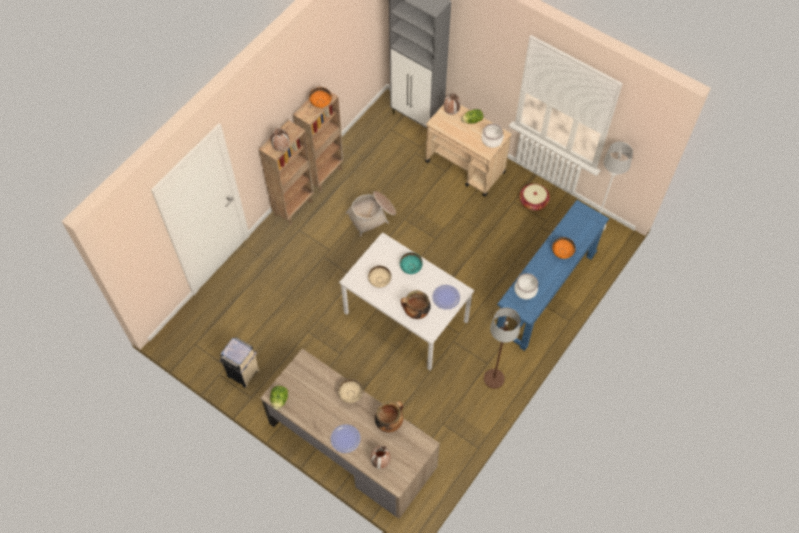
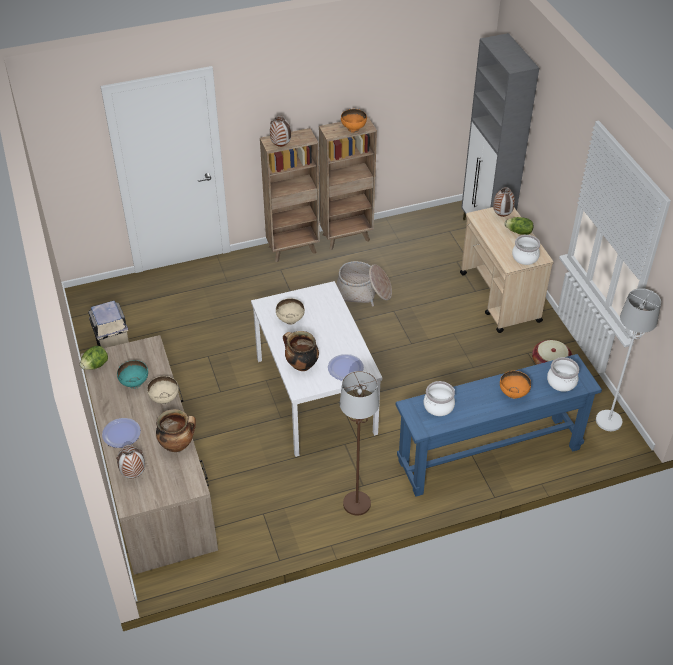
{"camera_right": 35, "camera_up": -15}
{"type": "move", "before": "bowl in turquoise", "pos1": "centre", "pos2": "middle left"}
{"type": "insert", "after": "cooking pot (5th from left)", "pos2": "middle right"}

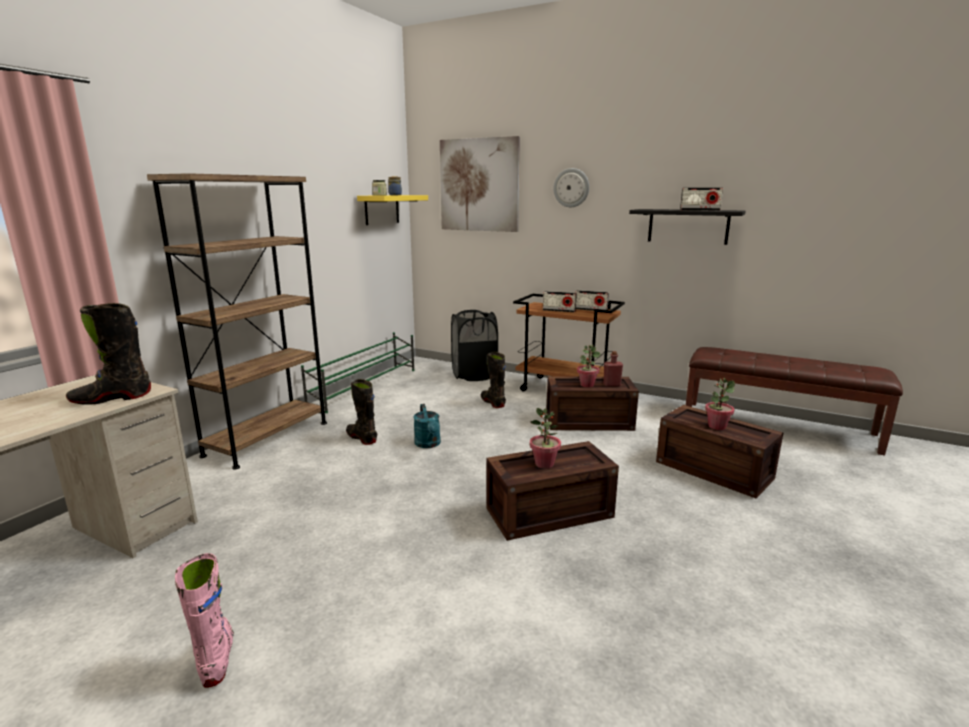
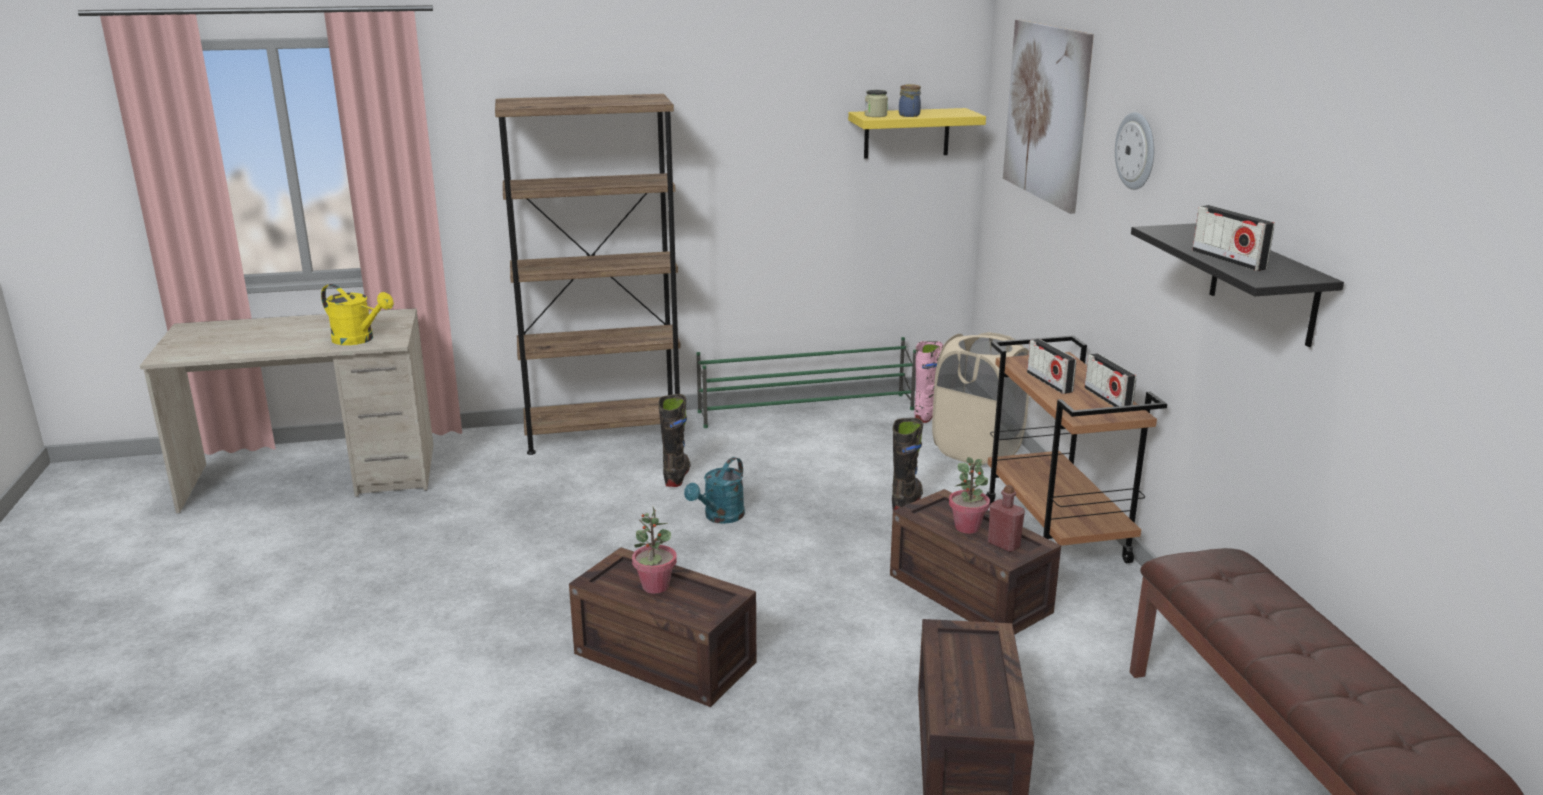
{"camera_right": 50, "camera_up": 5}
{"type": "replace", "before": "boot in black (1st from left)", "after": "watering can in yellow", "pos1": "middle left", "pos2": "middle left"}
{"type": "move", "before": "boot in pink", "pos1": "bottom left", "pos2": "centre"}
{"type": "recolor", "before": "laundry basket in black", "after": "laundry basket in beige", "pos1": "centre", "pos2": "centre"}
{"type": "delete", "before": "potted plant (3rd from left)", "pos1": "middle right"}

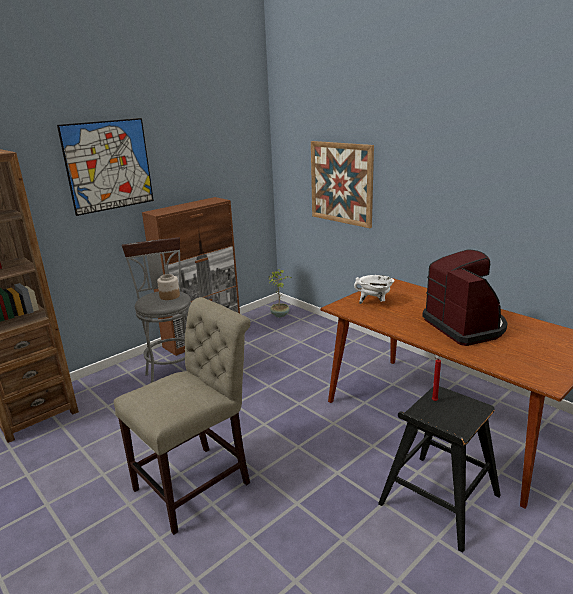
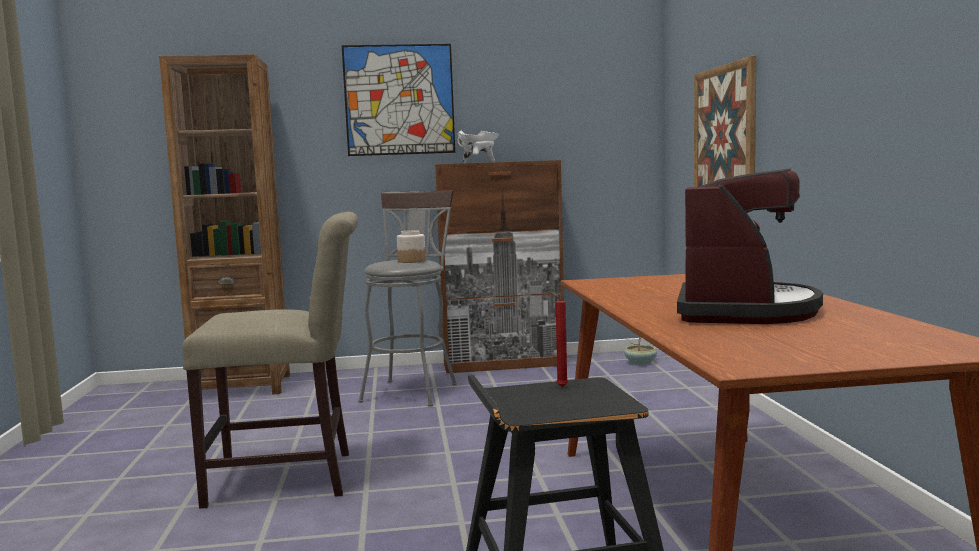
{"camera_right": 35, "camera_up": -15}
{"type": "move", "before": "cooking pot in white", "pos1": "centre", "pos2": "top centre"}

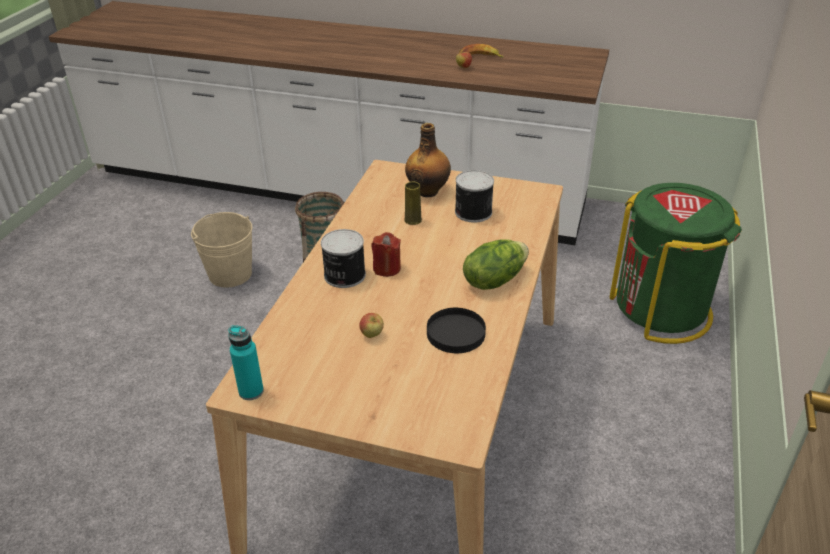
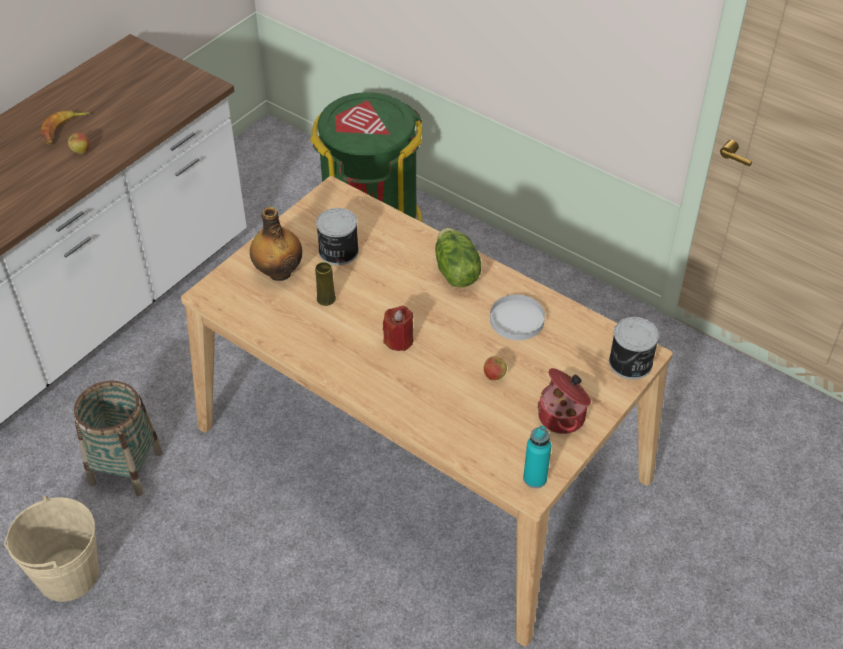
{"camera_right": -70, "camera_up": 10}
{"type": "recolor", "before": "plate in black", "after": "plate in white", "pos1": "centre", "pos2": "centre"}
{"type": "insert", "after": "cooking pot", "pos2": "middle right"}
{"type": "move", "before": "can (1st from left in the first image)", "after": "can (2nd from left)", "pos1": "centre", "pos2": "middle right"}

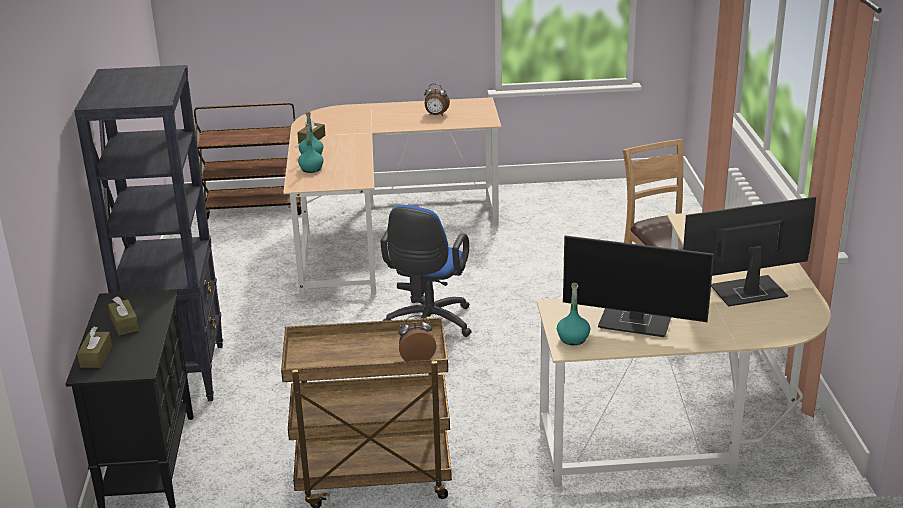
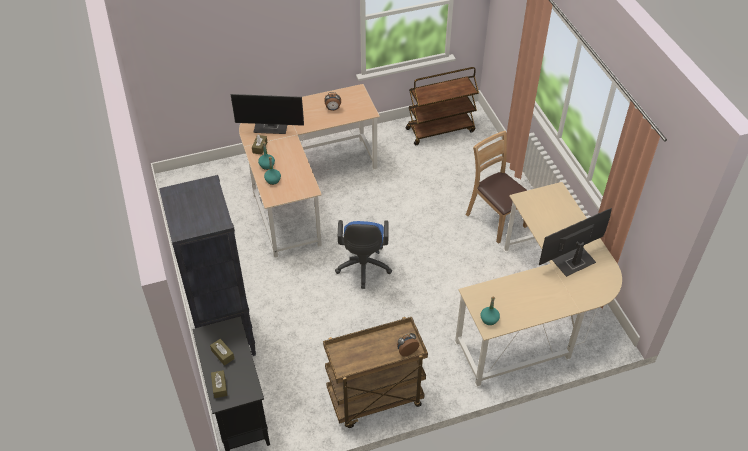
{"camera_right": -15, "camera_up": 20}
{"type": "move", "before": "monitor (1st from left)", "pos1": "middle right", "pos2": "top centre"}
{"type": "move", "before": "cart in brown (1st from left in the first image)", "after": "cart in brown (2nd from left)", "pos1": "top left", "pos2": "top centre"}

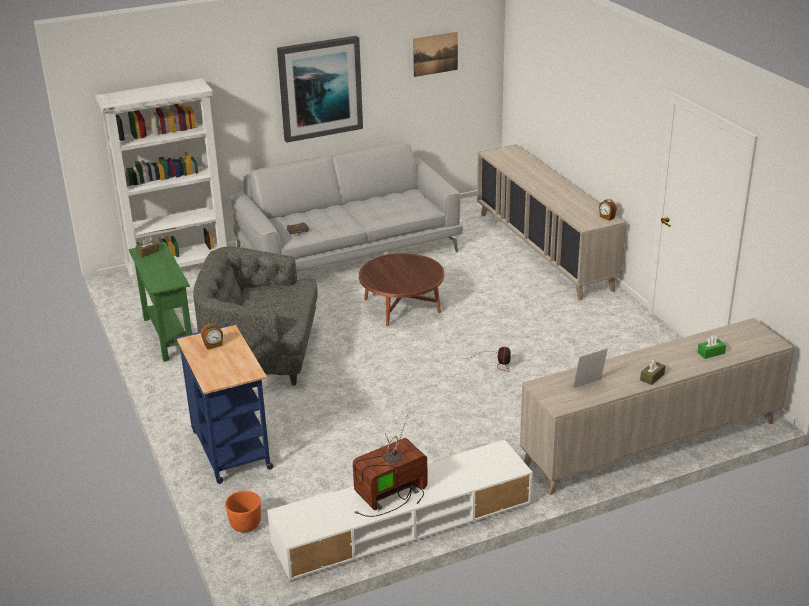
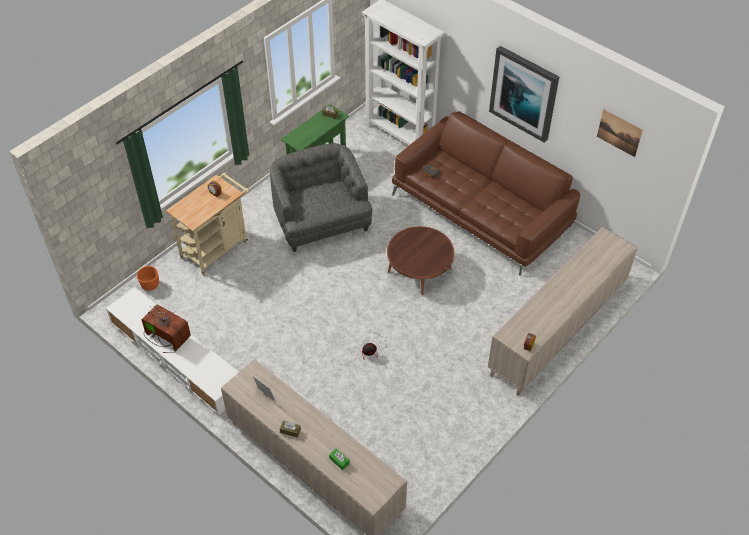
{"camera_right": 65, "camera_up": 20}
{"type": "recolor", "before": "cart in blue", "after": "cart in beige", "pos1": "bottom left", "pos2": "middle left"}
{"type": "recolor", "before": "sofa in grey", "after": "sofa in brown", "pos1": "centre", "pos2": "centre"}

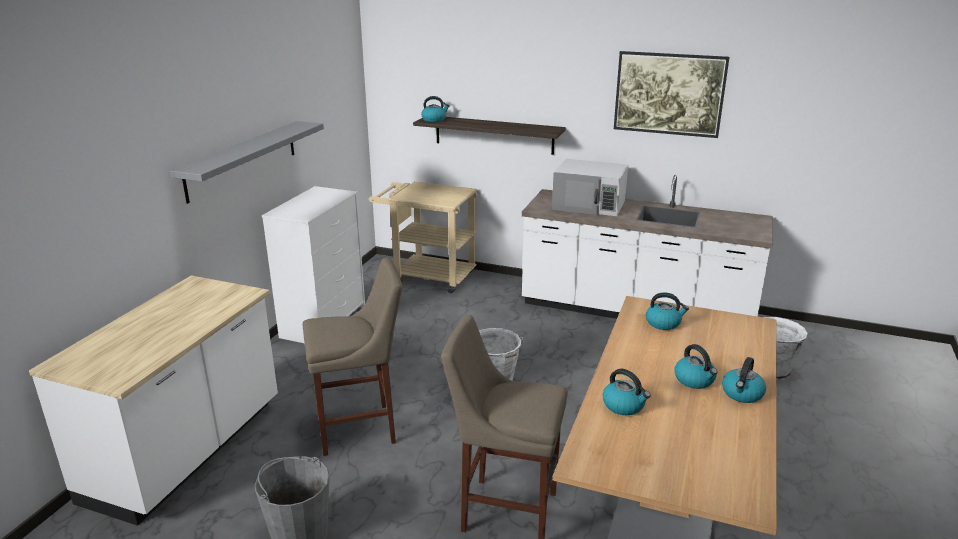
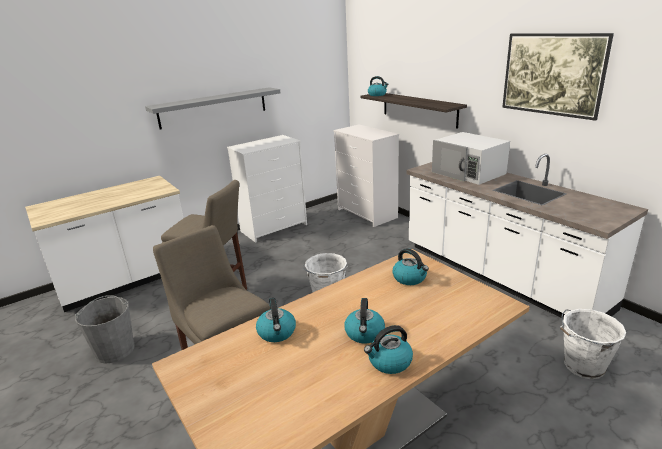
{"camera_right": 35, "camera_up": 0}
{"type": "replace", "before": "cart in beige", "after": "dresser in white (2nd from left)", "pos1": "centre", "pos2": "centre"}

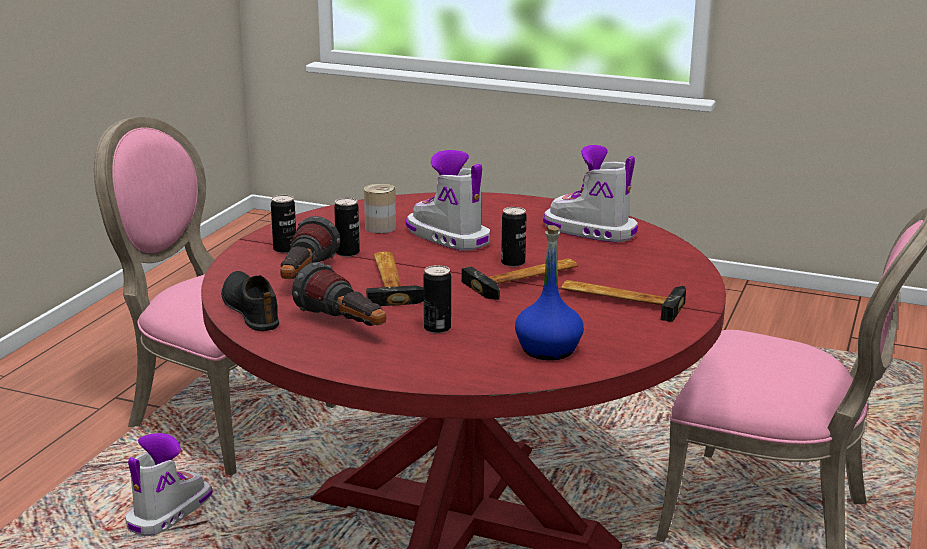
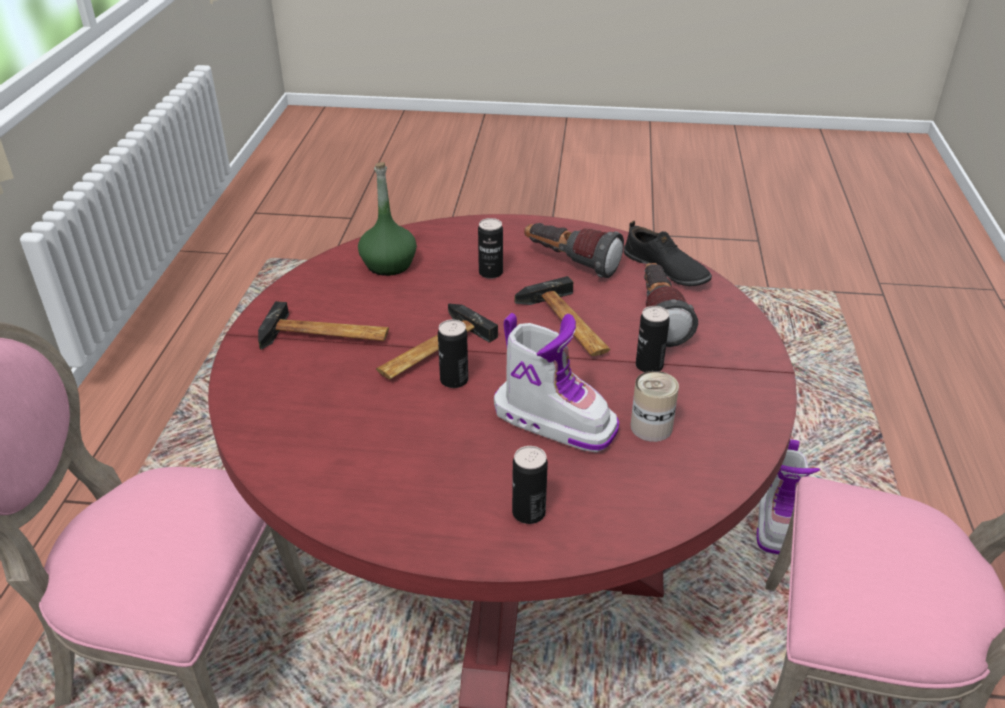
{"camera_right": 165, "camera_up": 15}
{"type": "recolor", "before": "bottle in blue", "after": "bottle in green", "pos1": "centre", "pos2": "top centre"}
{"type": "move", "before": "can (1st from left in the first image)", "after": "can (3rd from left)", "pos1": "middle left", "pos2": "bottom centre"}
{"type": "delete", "before": "boot (3rd from left)", "pos1": "centre"}

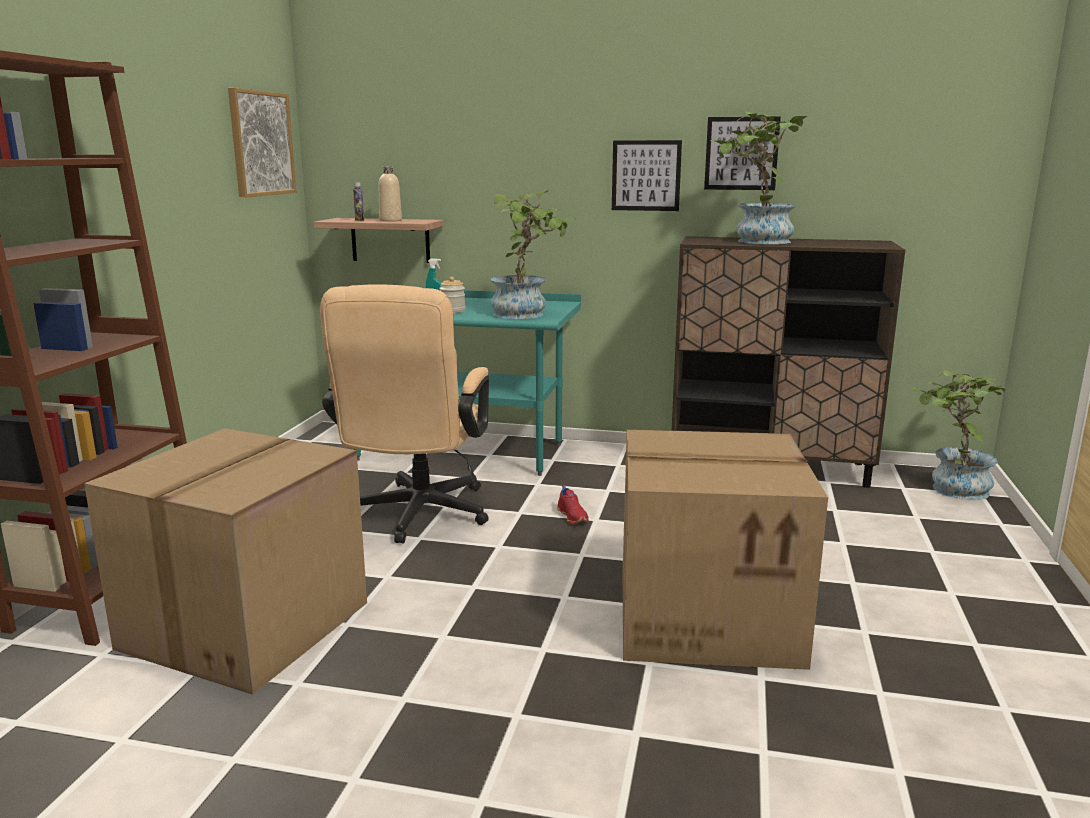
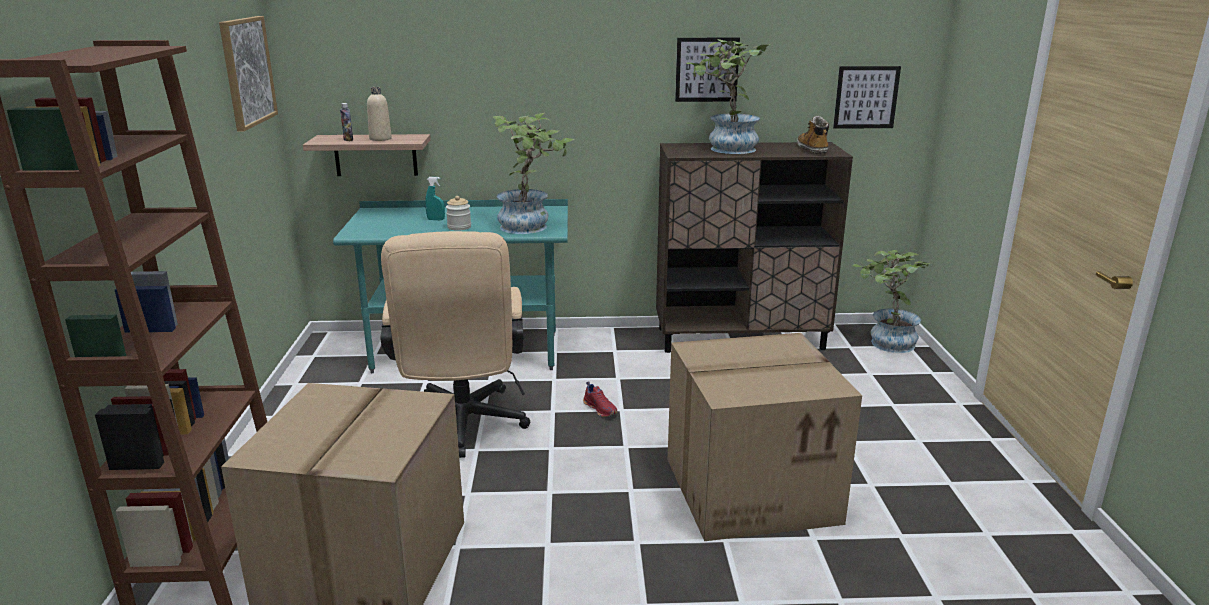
{"camera_right": -15, "camera_up": 5}
{"type": "insert", "after": "boot", "pos2": "top right"}
{"type": "move", "before": "picture (2nd from left in the first image)", "after": "picture (3rd from left)", "pos1": "top centre", "pos2": "top right"}

